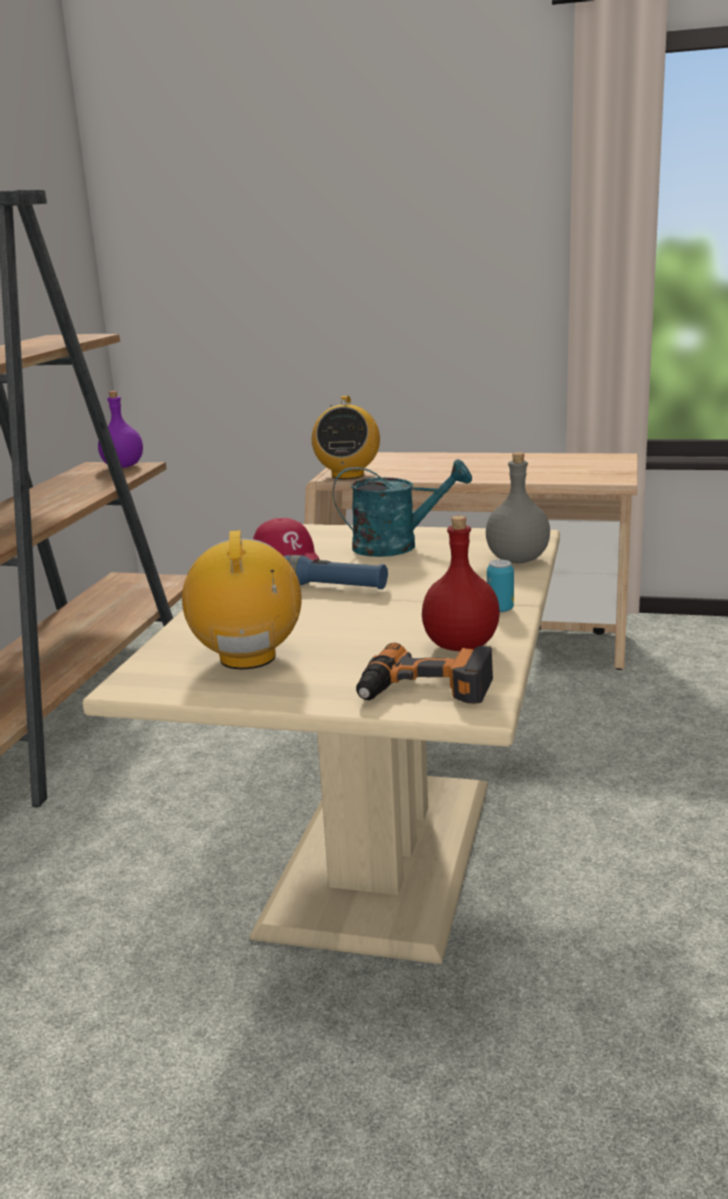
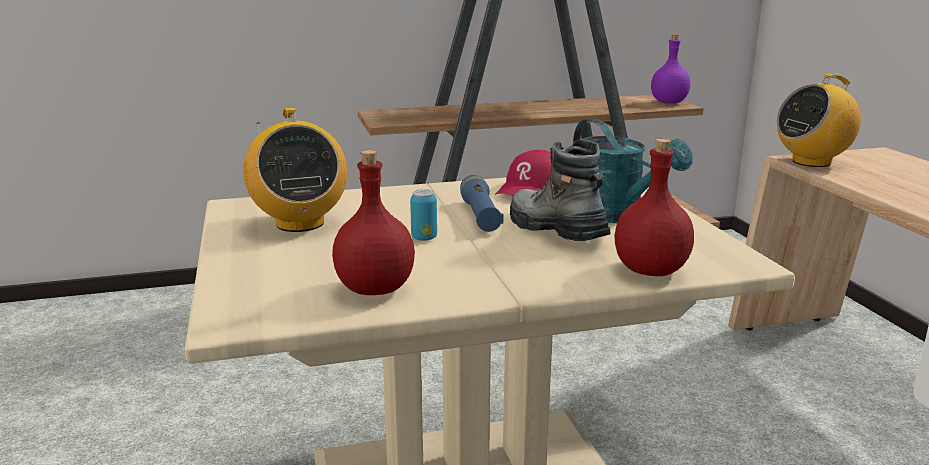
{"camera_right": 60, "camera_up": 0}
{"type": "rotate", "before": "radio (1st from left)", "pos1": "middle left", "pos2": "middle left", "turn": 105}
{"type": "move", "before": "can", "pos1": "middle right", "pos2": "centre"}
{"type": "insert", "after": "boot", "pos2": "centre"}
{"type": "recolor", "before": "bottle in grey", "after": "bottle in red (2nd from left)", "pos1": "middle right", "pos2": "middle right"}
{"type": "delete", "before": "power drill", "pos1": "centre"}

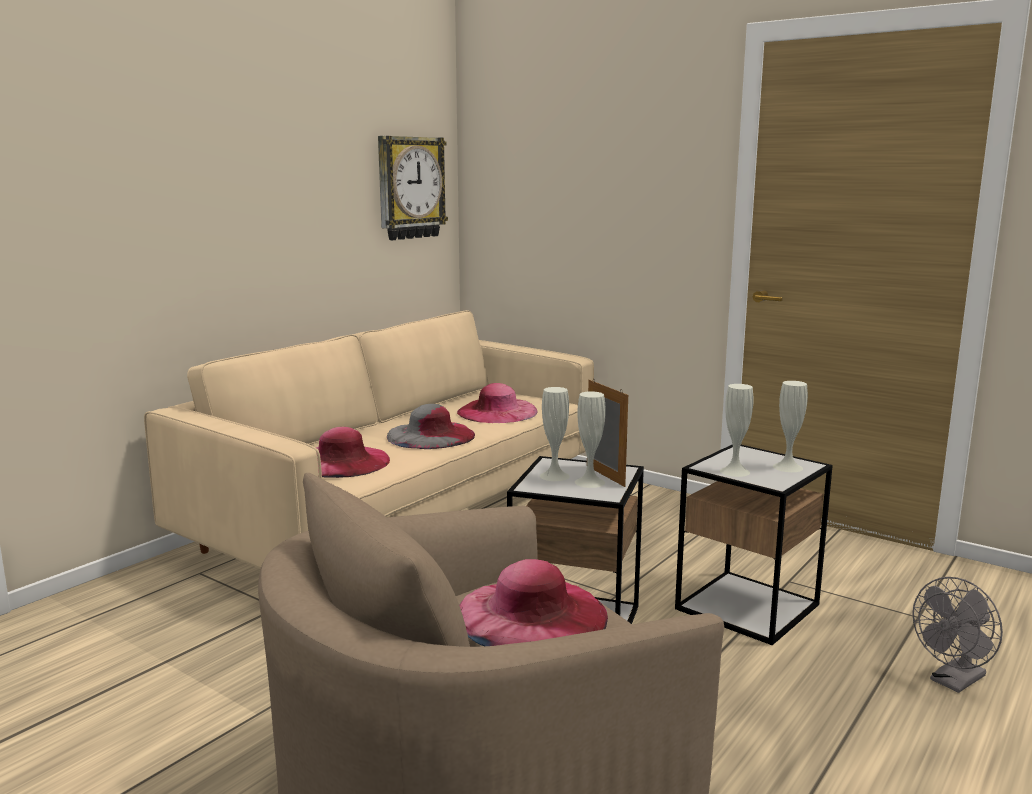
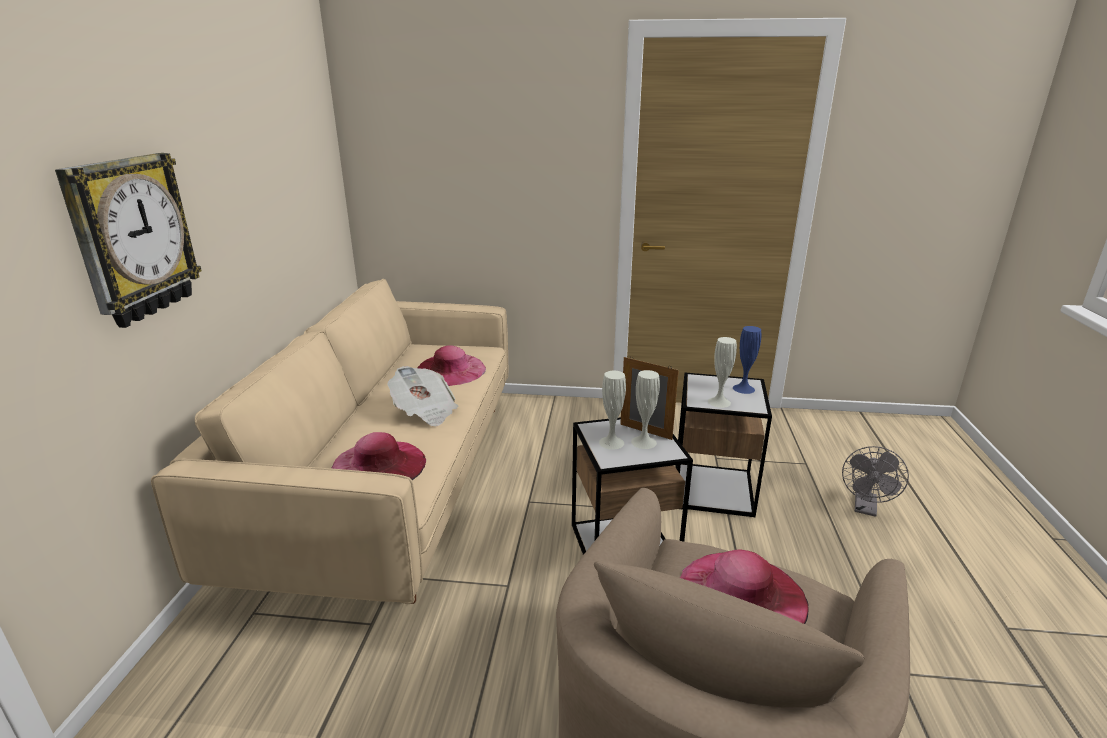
{"camera_right": -30, "camera_up": 10}
{"type": "move", "before": "wall clock", "pos1": "top centre", "pos2": "top left"}
{"type": "replace", "before": "hat in grey", "after": "newspaper", "pos1": "centre", "pos2": "centre"}
{"type": "recolor", "before": "vase in white (4th from left)", "after": "vase in blue", "pos1": "middle right", "pos2": "middle right"}

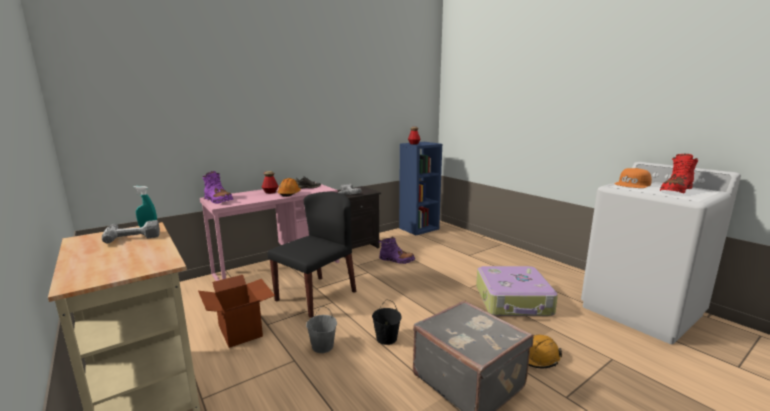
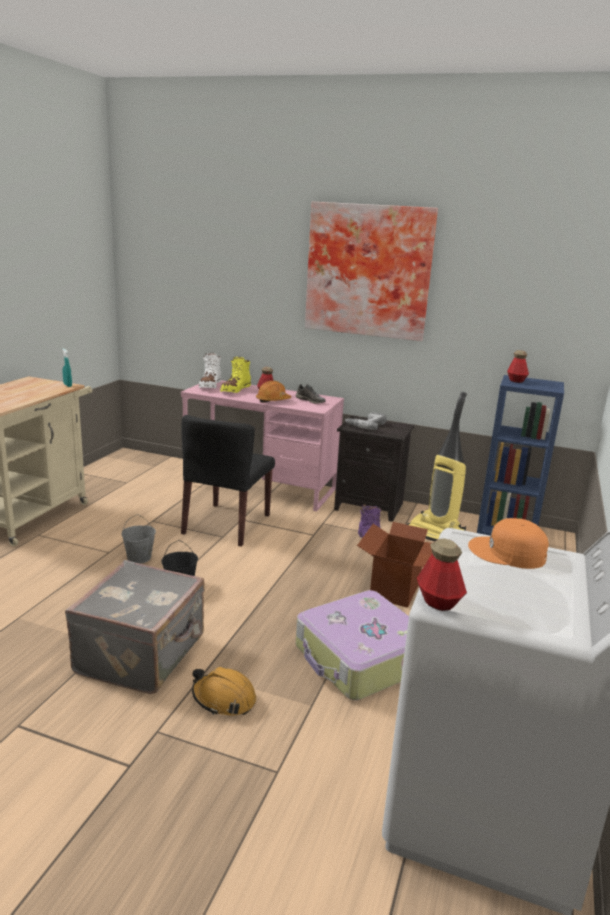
{"camera_right": 55, "camera_up": 5}
{"type": "rotate", "before": "chair in black", "pos1": "centre", "pos2": "centre", "turn": 105}
{"type": "recolor", "before": "boot in purple (1st from left)", "after": "boot in white", "pos1": "middle left", "pos2": "centre"}
{"type": "insert", "after": "boot in yellow", "pos2": "centre"}
{"type": "insert", "after": "picture", "pos2": "top centre"}
{"type": "move", "before": "cardboard box", "pos1": "bottom left", "pos2": "centre"}
{"type": "insert", "after": "vacuum cleaner", "pos2": "middle right"}
{"type": "insert", "after": "bottle (2nd from left)", "pos2": "middle right"}
{"type": "delete", "before": "power drill (1st from left)", "pos1": "middle left"}
{"type": "delete", "before": "boot in red", "pos1": "middle right"}

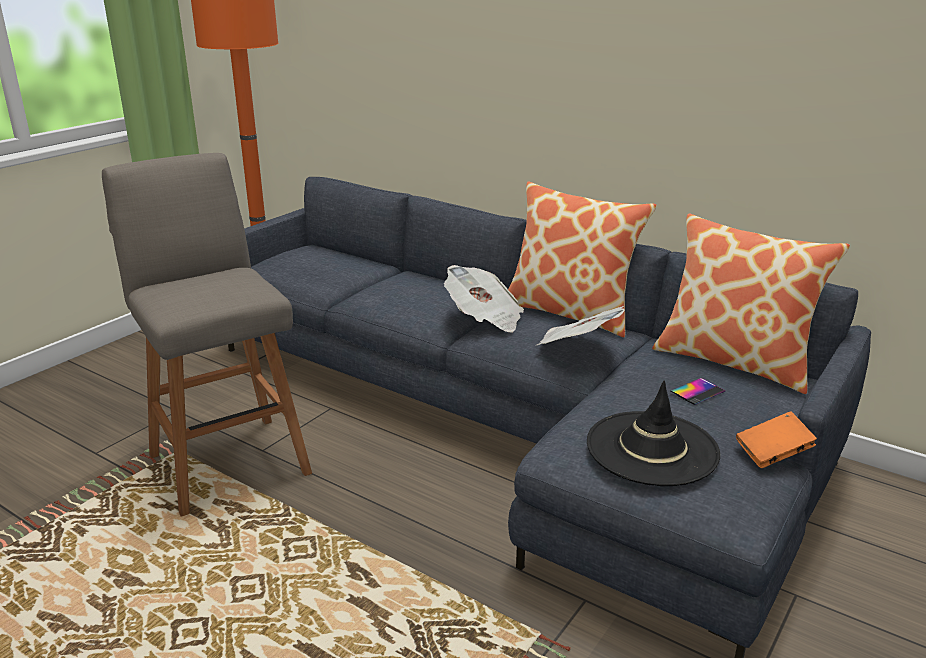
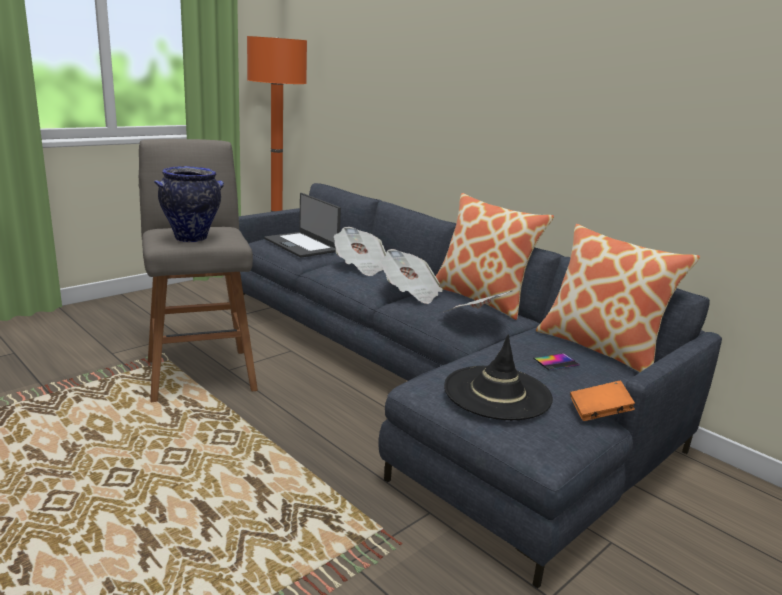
{"camera_right": 10, "camera_up": -5}
{"type": "insert", "after": "vase", "pos2": "middle left"}
{"type": "insert", "after": "laptop", "pos2": "centre"}
{"type": "insert", "after": "newspaper (1st from left)", "pos2": "centre"}

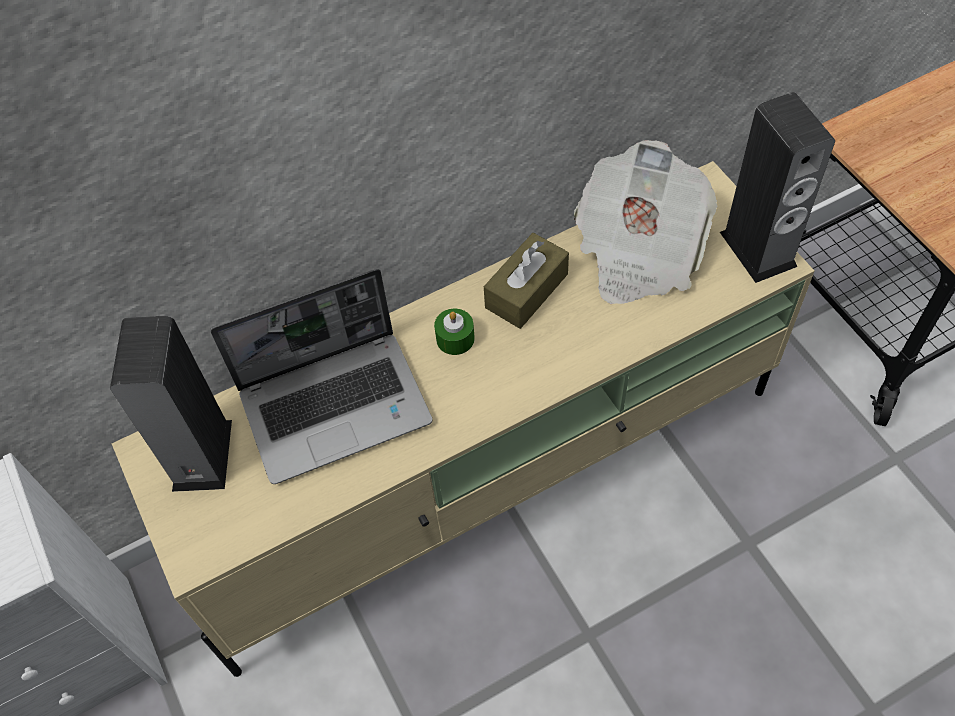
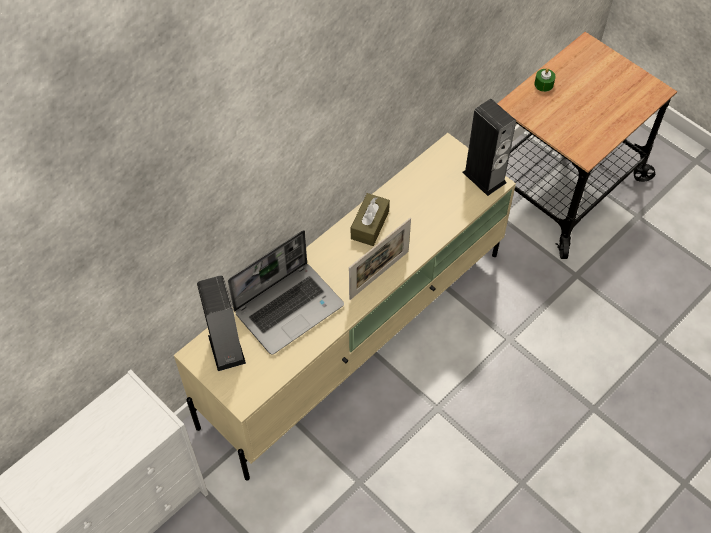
{"camera_right": -20, "camera_up": 0}
{"type": "insert", "after": "picture frame", "pos2": "centre"}
{"type": "move", "before": "candle in green", "pos1": "centre", "pos2": "top right"}
{"type": "delete", "before": "newspaper", "pos1": "top right"}

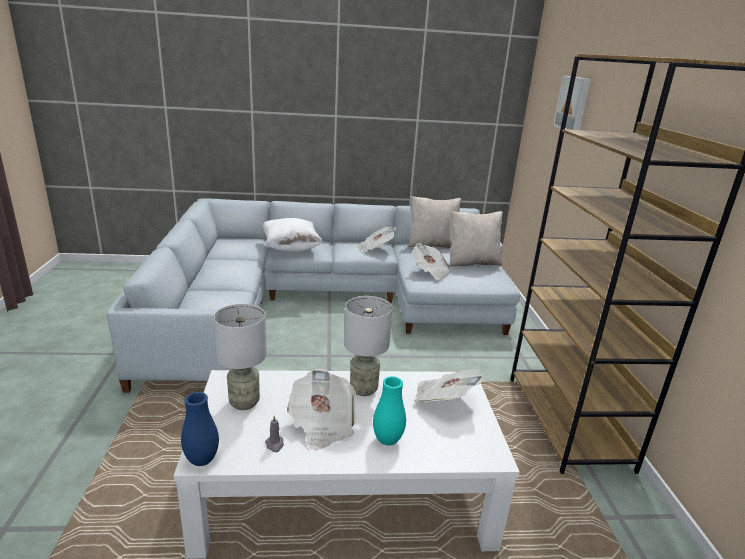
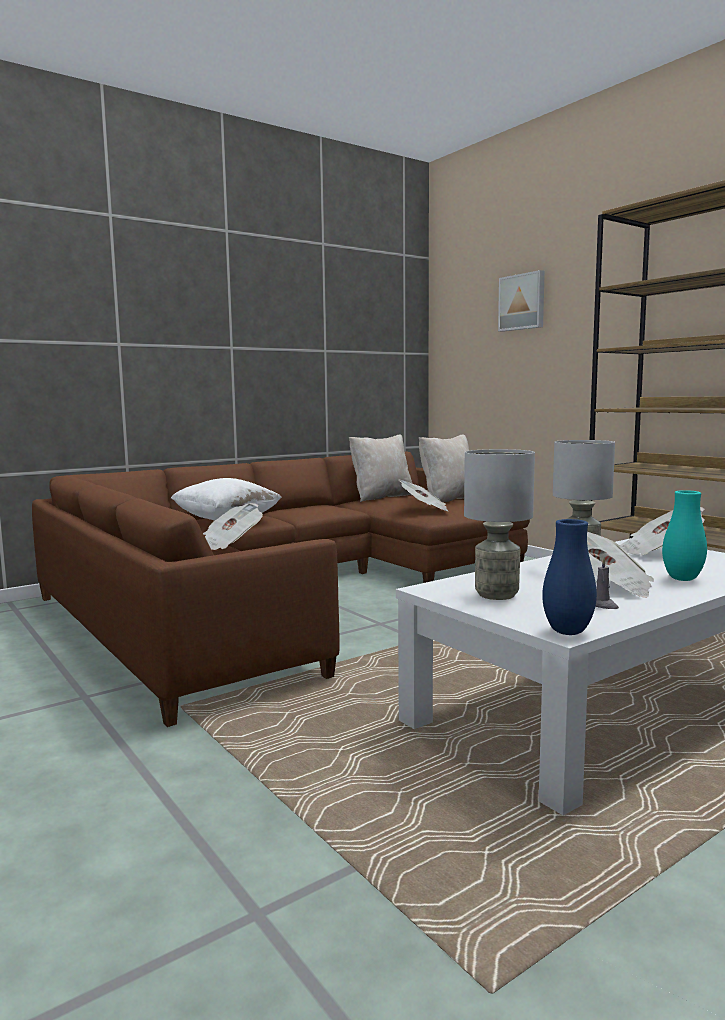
{"camera_right": -30, "camera_up": -15}
{"type": "recolor", "before": "sofa in grey", "after": "sofa in brown", "pos1": "centre", "pos2": "centre"}
{"type": "move", "before": "newspaper (2nd from left in the first image)", "after": "newspaper (1st from left)", "pos1": "centre", "pos2": "middle left"}

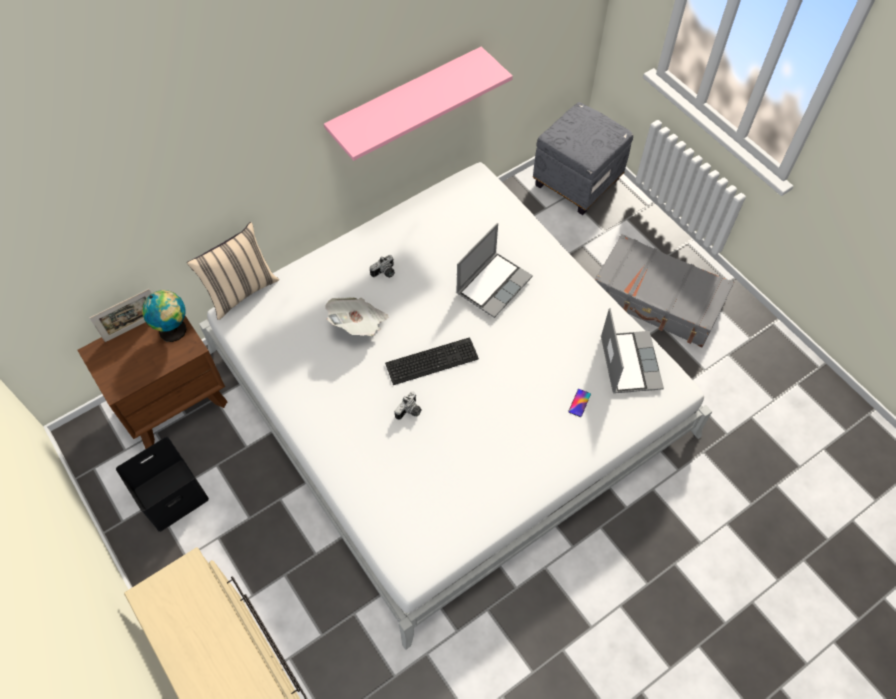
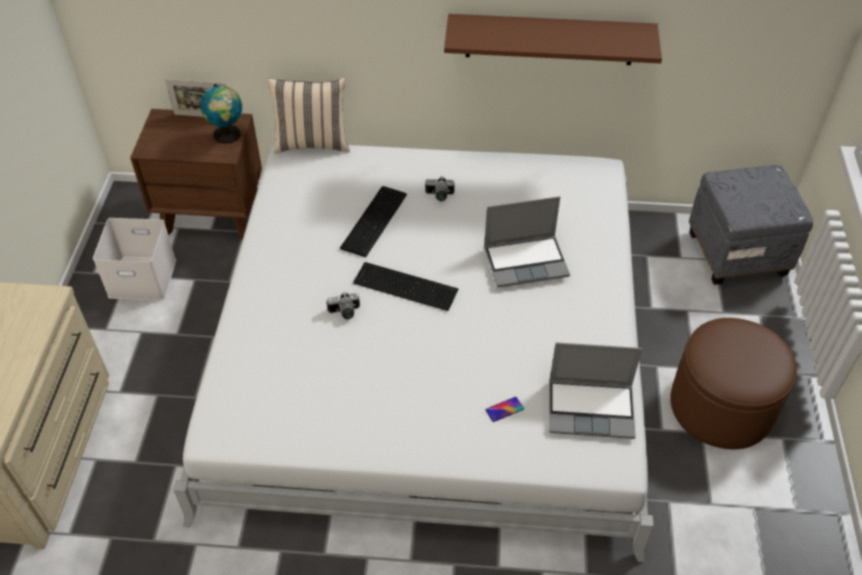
{"camera_right": 40, "camera_up": -10}
{"type": "recolor", "before": "storage box in black", "after": "storage box in white", "pos1": "bottom left", "pos2": "middle left"}
{"type": "replace", "before": "newspaper", "after": "keyboard (1st from left)", "pos1": "centre", "pos2": "centre"}
{"type": "recolor", "before": "shelf in pink", "after": "shelf in brown", "pos1": "top centre", "pos2": "top centre"}
{"type": "rotate", "before": "laptop (2nd from left)", "pos1": "middle right", "pos2": "bottom right", "turn": 60}
{"type": "replace", "before": "suitcase in grey", "after": "ottoman in brown", "pos1": "middle right", "pos2": "middle right"}

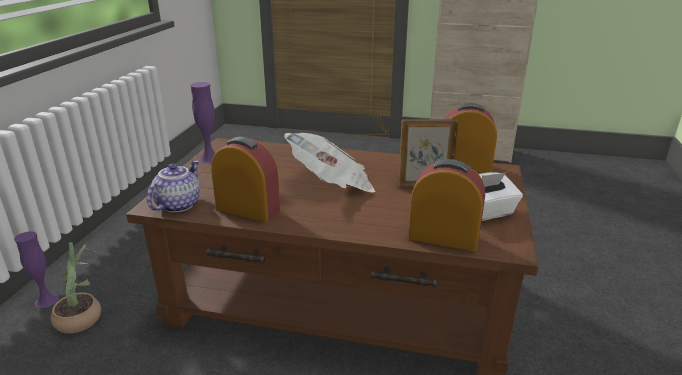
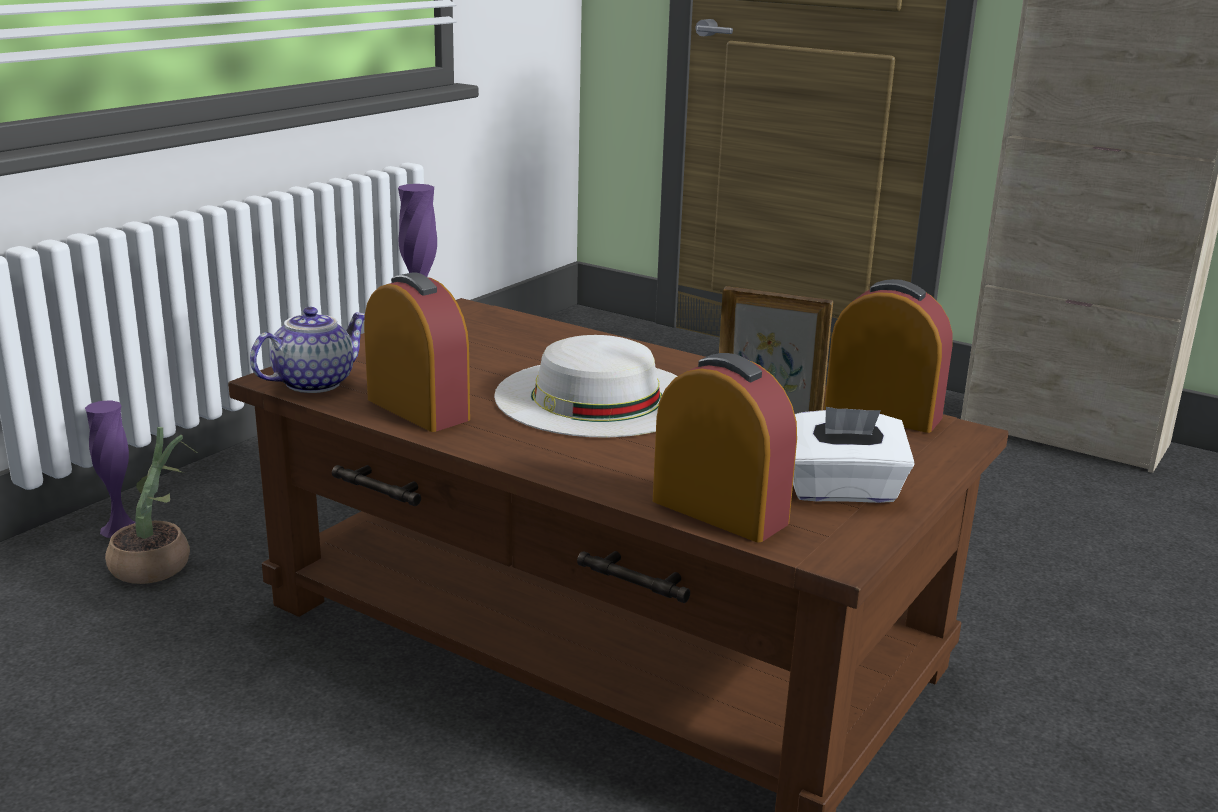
{"camera_right": 20, "camera_up": -5}
{"type": "replace", "before": "newspaper", "after": "hat in white", "pos1": "centre", "pos2": "centre"}

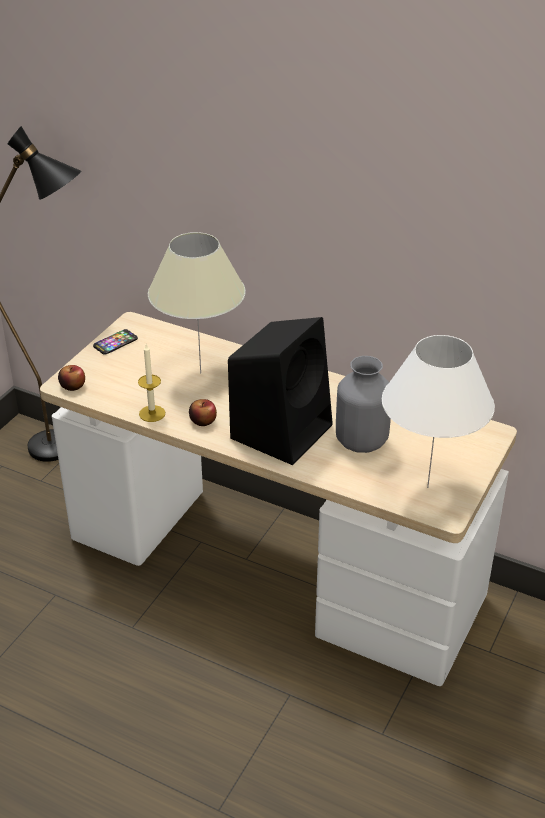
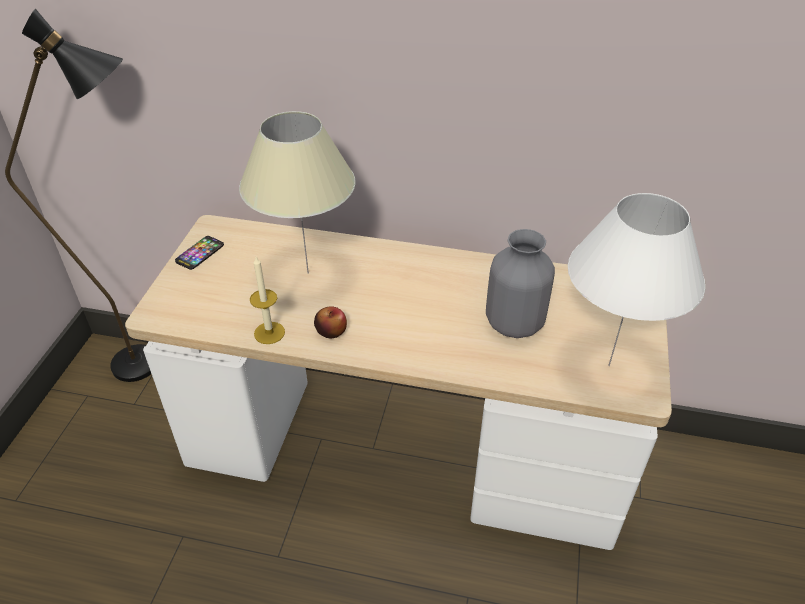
{"camera_right": -15, "camera_up": 5}
{"type": "delete", "before": "apple (1st from left)", "pos1": "middle left"}
{"type": "delete", "before": "speaker in black", "pos1": "centre"}

